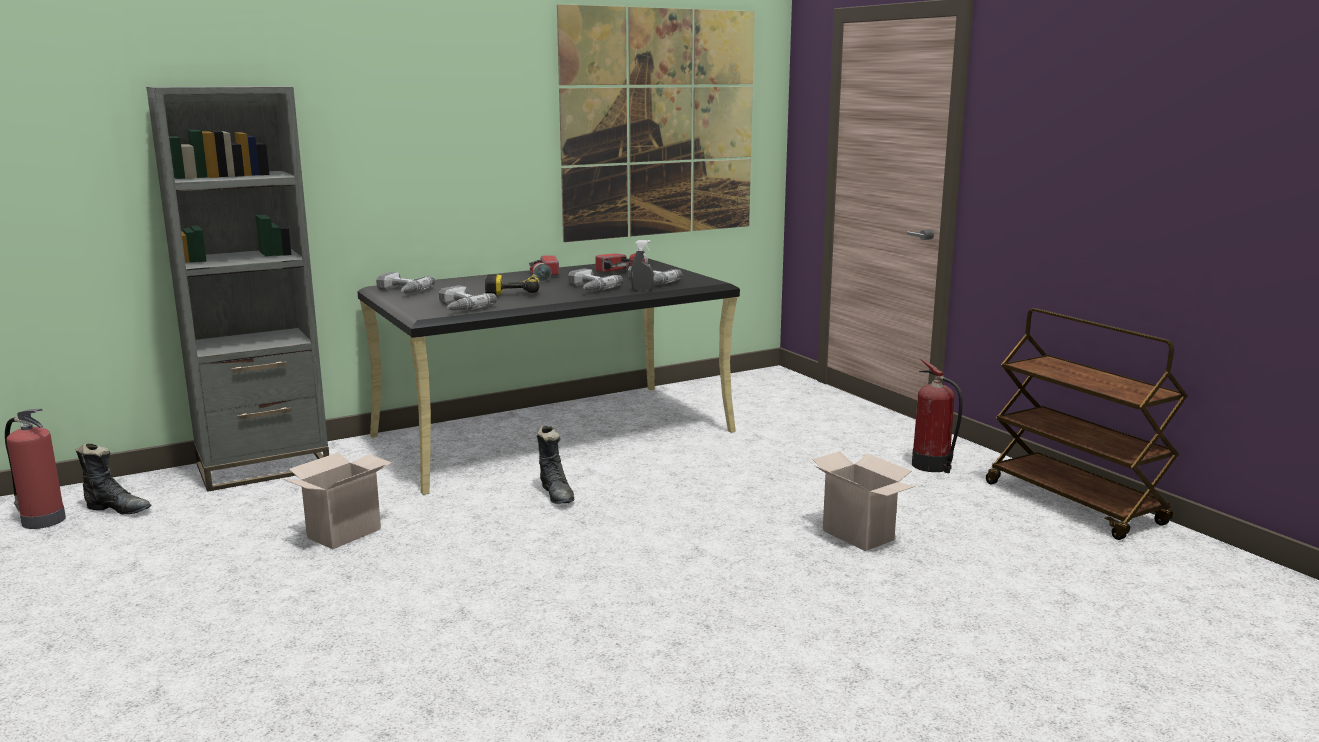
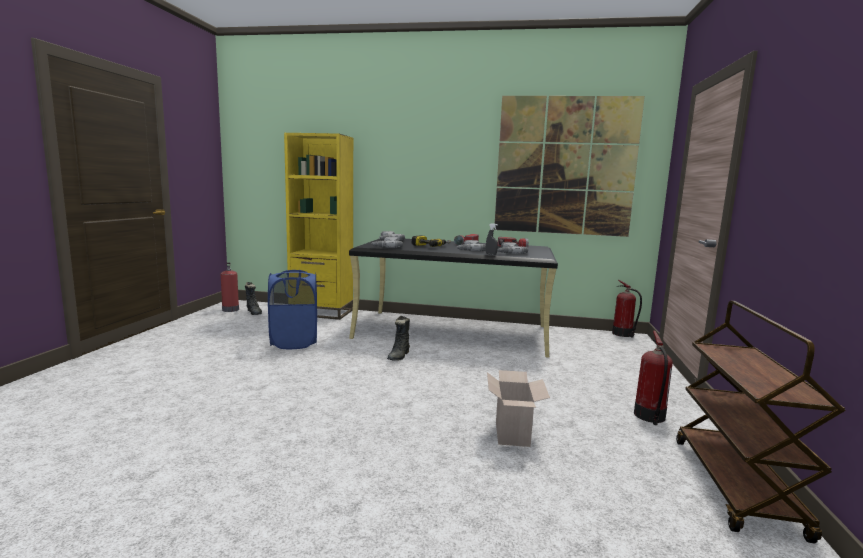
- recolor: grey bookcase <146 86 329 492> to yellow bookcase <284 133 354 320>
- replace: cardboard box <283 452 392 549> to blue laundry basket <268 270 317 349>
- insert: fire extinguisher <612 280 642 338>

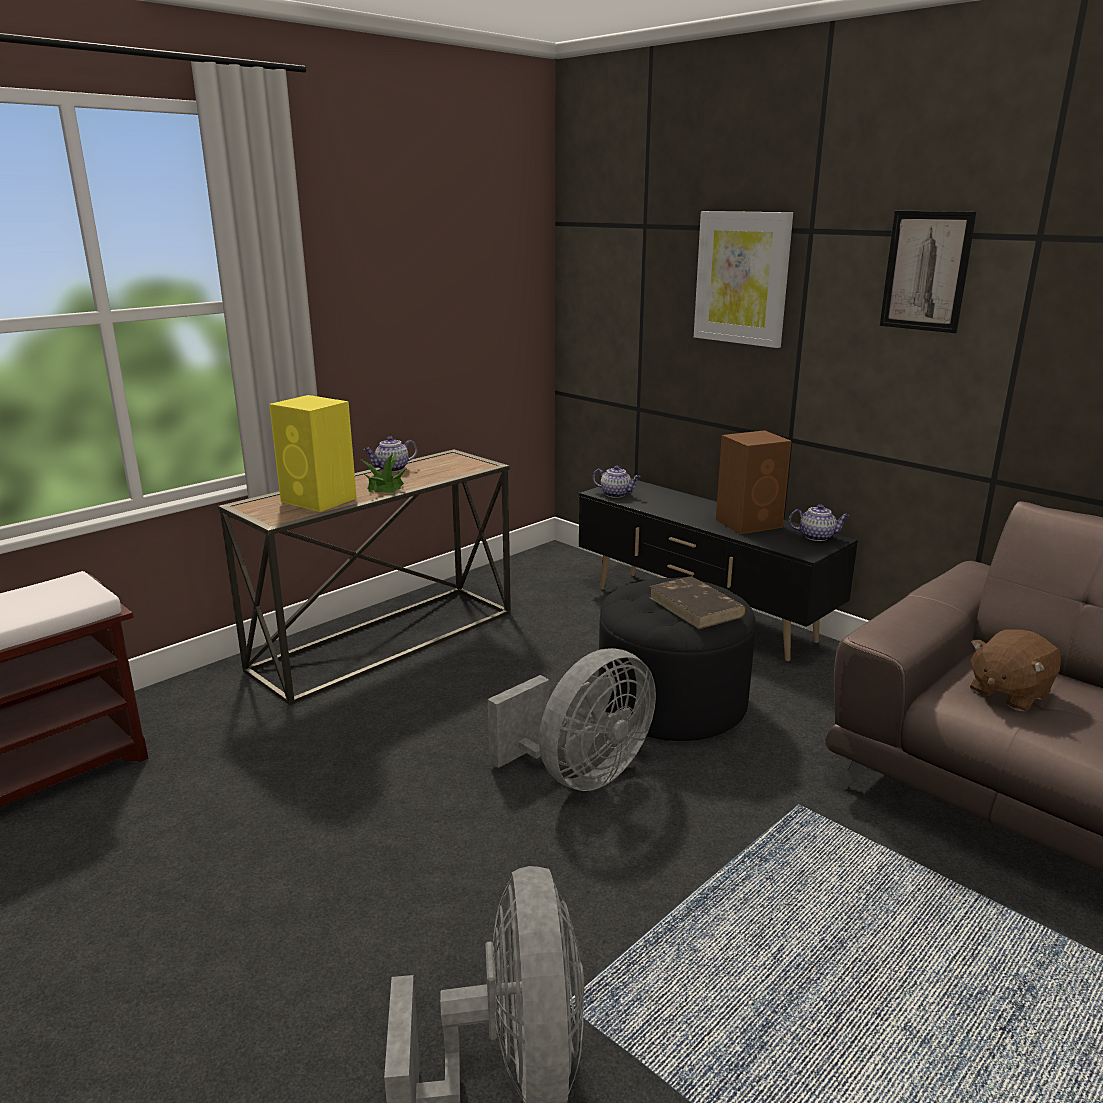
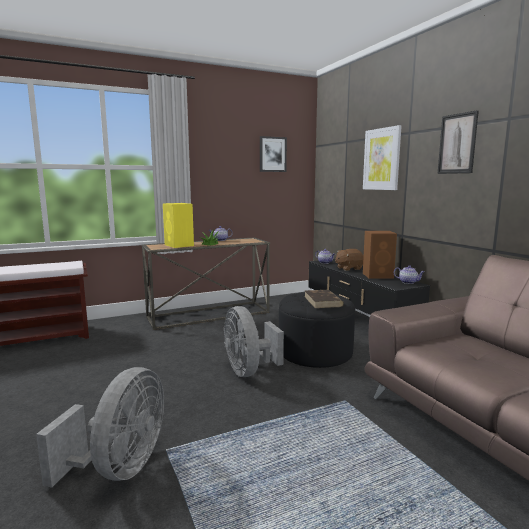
- move: brown plush toy <970 630 1061 711> to <335 249 364 271>
- rotate: grey fan <488 648 656 791> = <224 306 284 377> 90 degrees clockwise
- insert: picture <260 136 287 172>

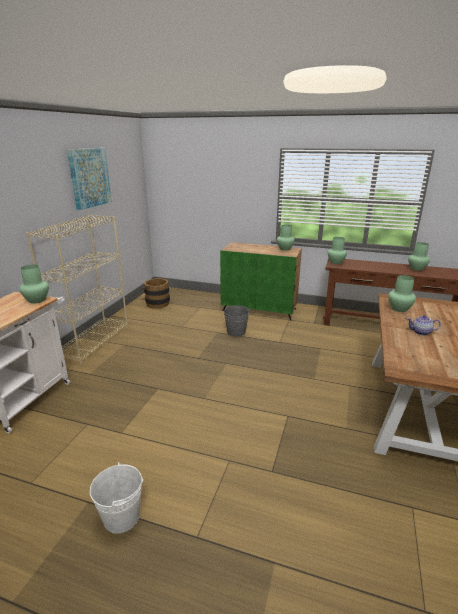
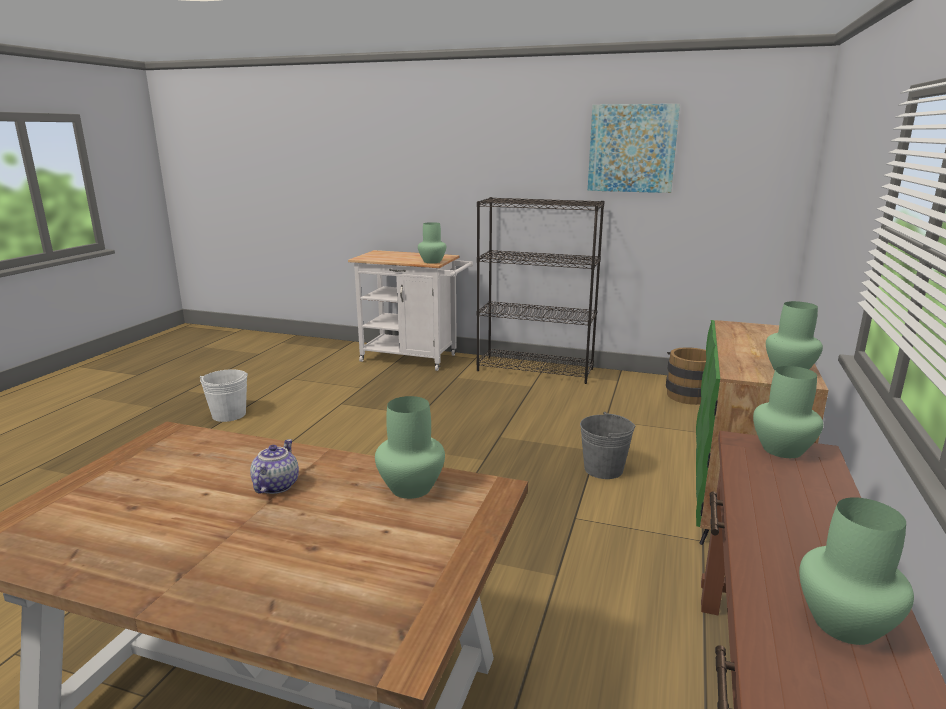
- recolor: beige bookcase <26 215 128 365> to black bookcase <476 197 604 384>

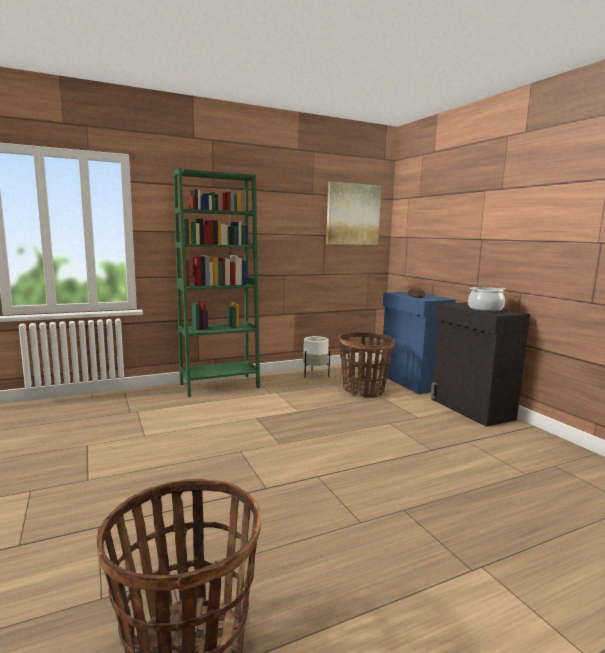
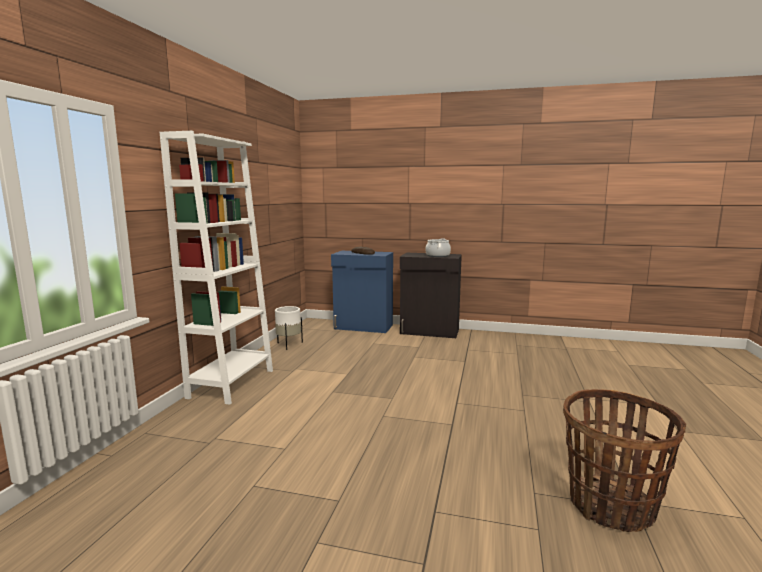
- recolor: green bookcase <173 168 260 397> to white bookcase <160 131 273 405>
- delete: picture <326 181 381 245>
- delete: basket <339 332 395 397>

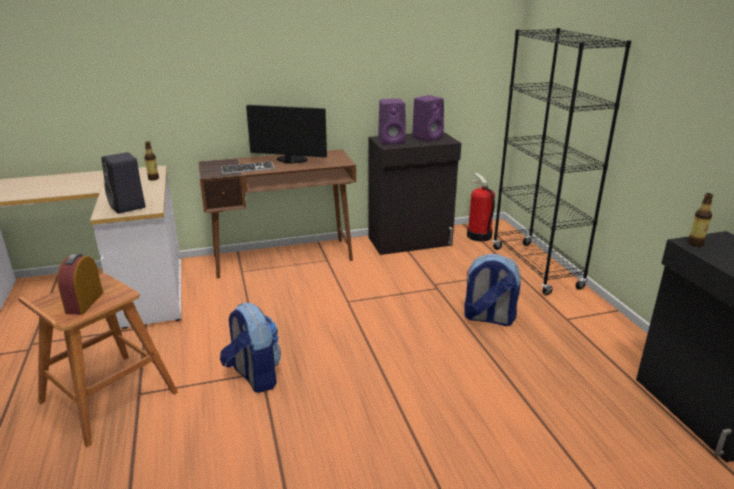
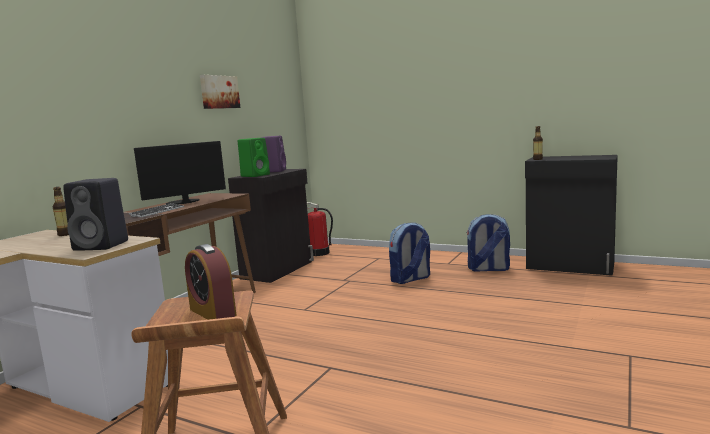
- delete: black bookcase <492 28 631 295>
- recolor: purple speaker <378 99 406 145> to green speaker <238 138 270 177>
- move: backpack <220 303 281 393> to <467 214 510 272>
- insert: picture <200 75 240 109>

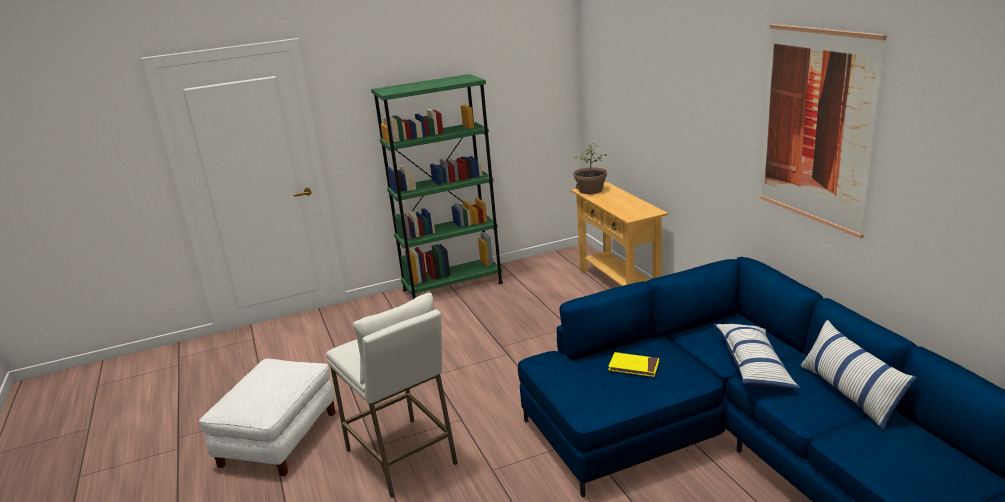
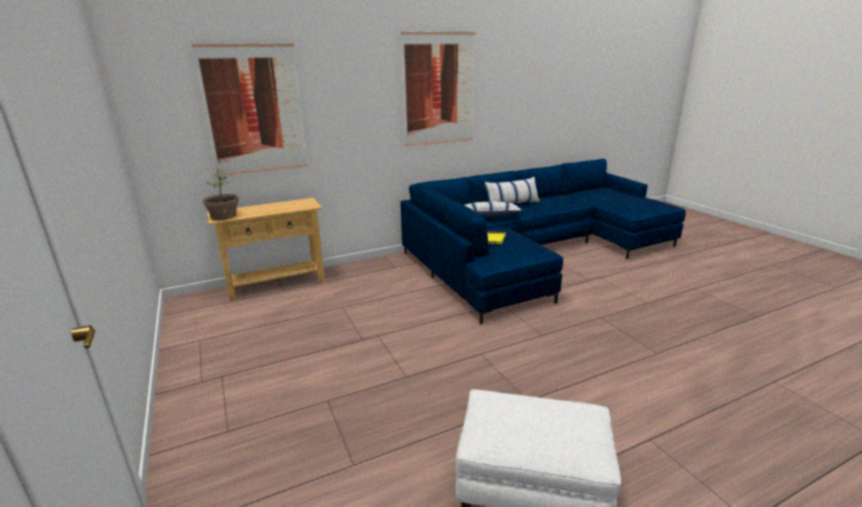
- delete: green bookcase <371 74 503 299>
- delete: white stool <326 293 458 498>
- insert: picture <192 43 308 176>

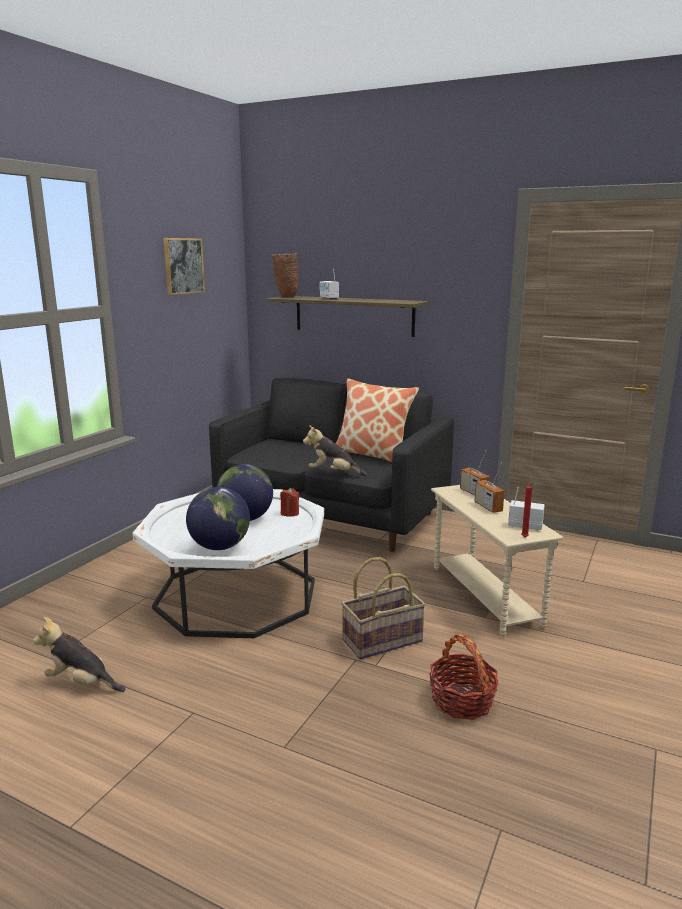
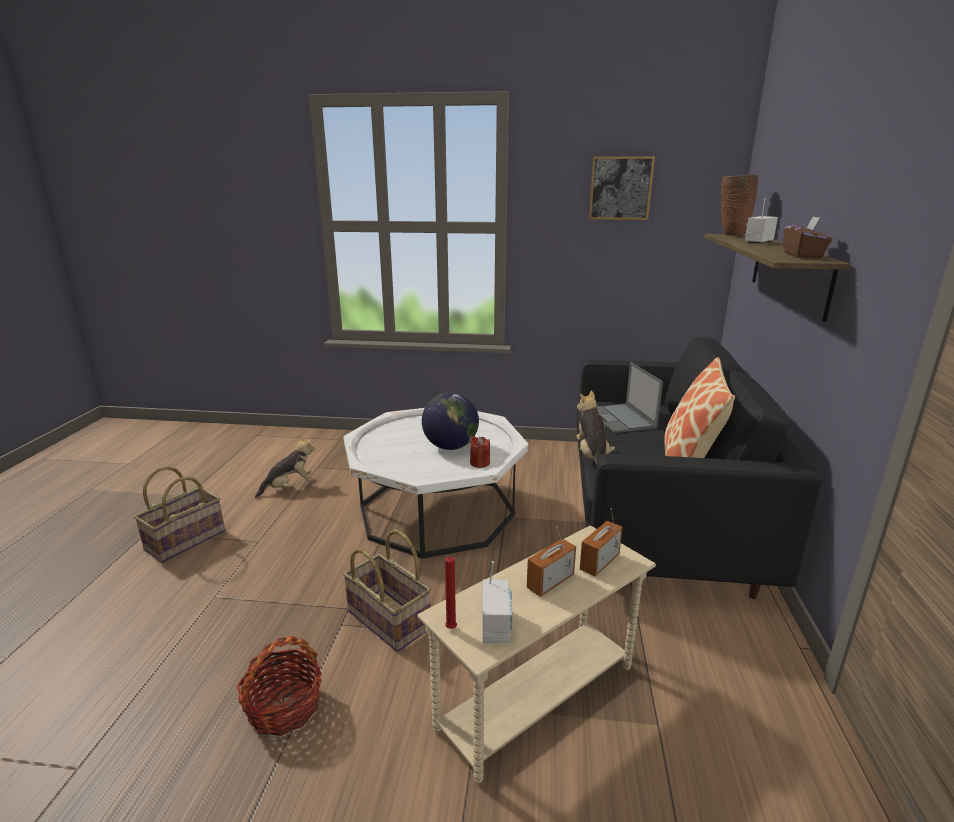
- delete: globe <186 487 250 550>
- rotate: plush toy <33 617 125 692> = <255 436 314 498> 60 degrees clockwise
- insert: brown tissue box <783 216 832 258>
- insert: laptop <597 362 663 433>
- insert: basket <134 466 225 563>

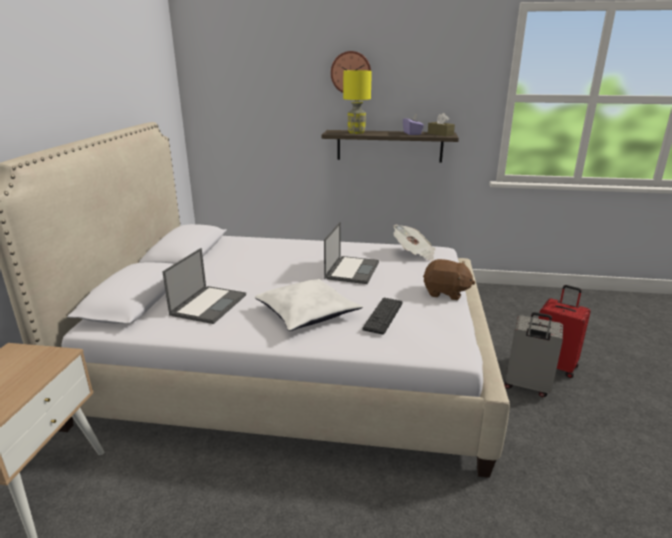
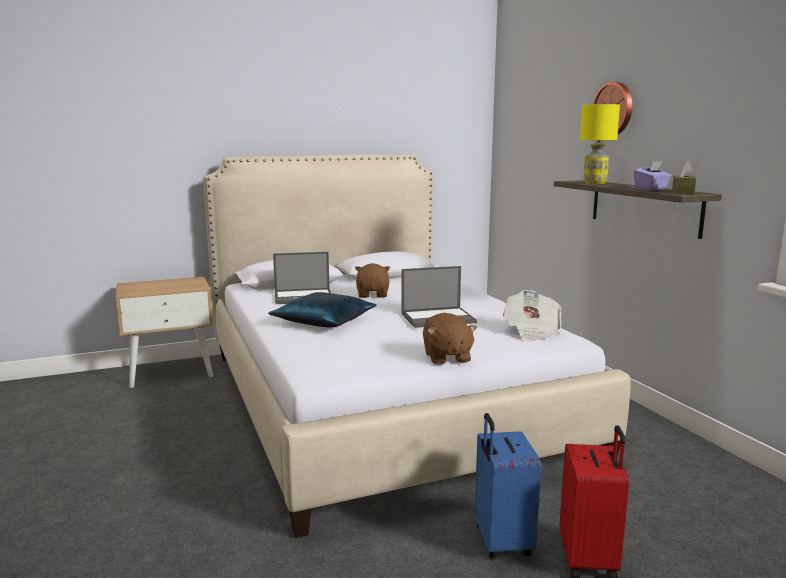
- recolor: white pillow <255 279 363 331> to blue pillow <268 292 376 328>
- delete: keyboard <363 298 403 335>
- recolor: grey suitcase <504 312 563 397> to blue suitcase <475 413 541 558>
- insert: brown plush toy <355 263 390 298>

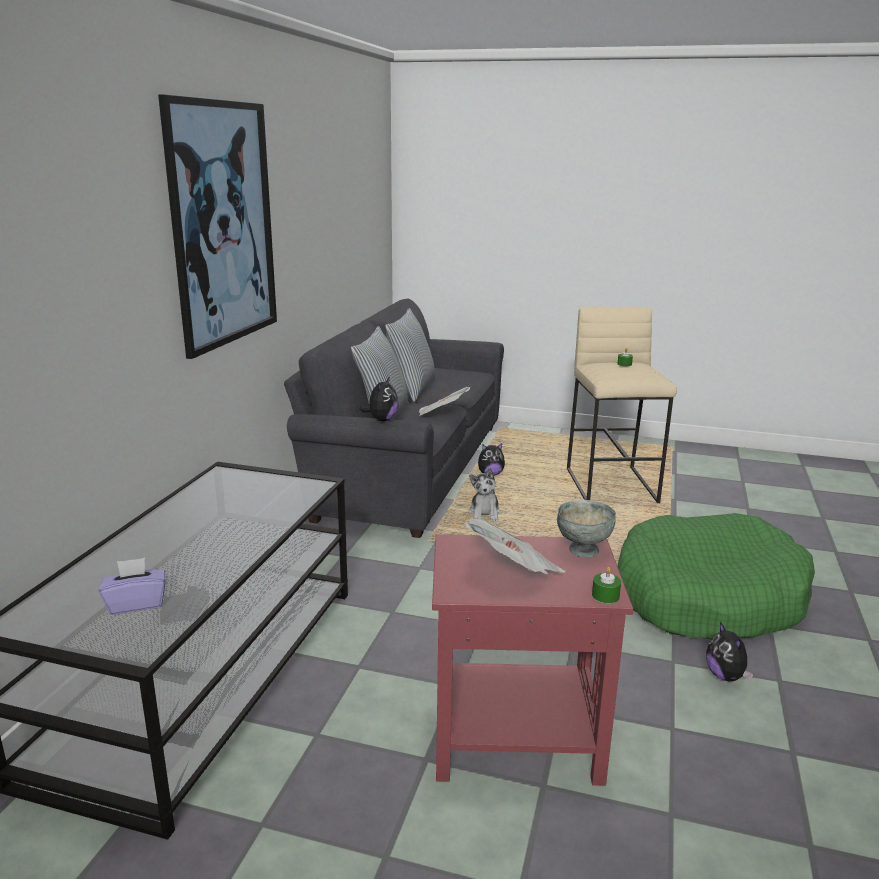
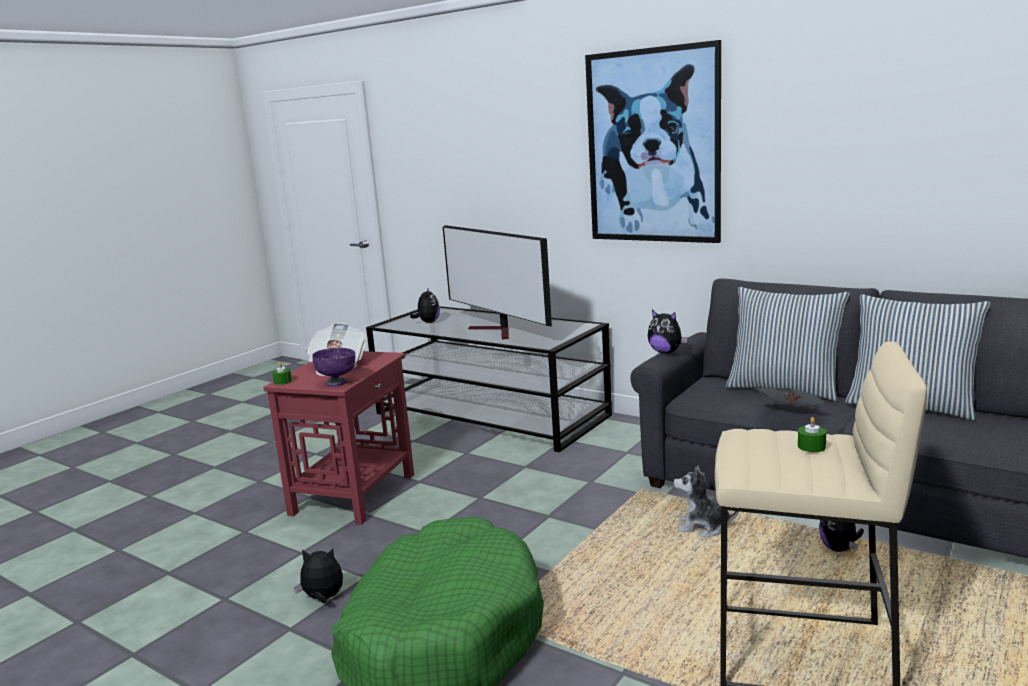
- recolor: grey bowl <557 500 616 557> to purple bowl <312 348 355 387>
- replace: purple tissue box <99 558 166 615> to plush toy <410 287 440 323>
- insert: television <443 225 552 339>

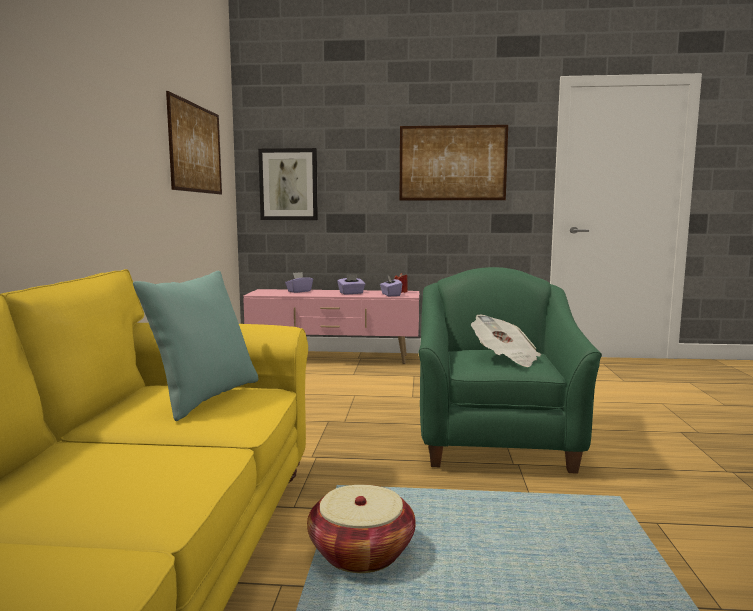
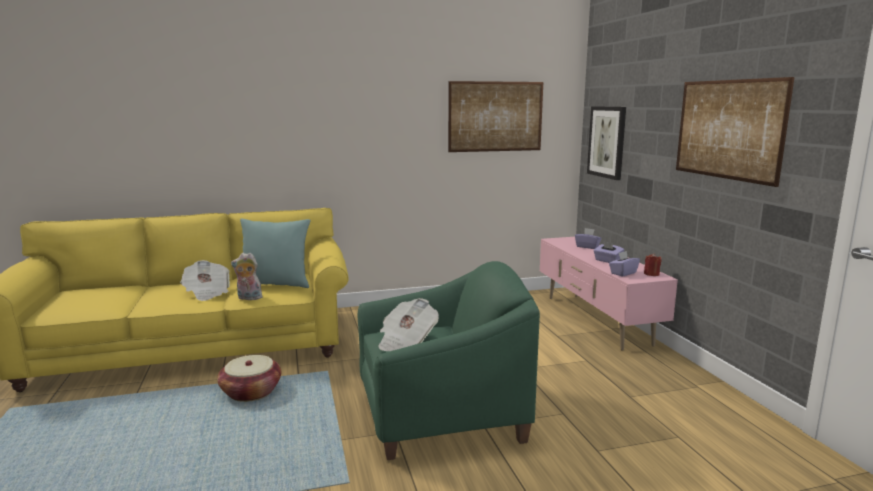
- insert: plush toy <231 253 263 300>
- insert: newspaper <181 260 230 301>

